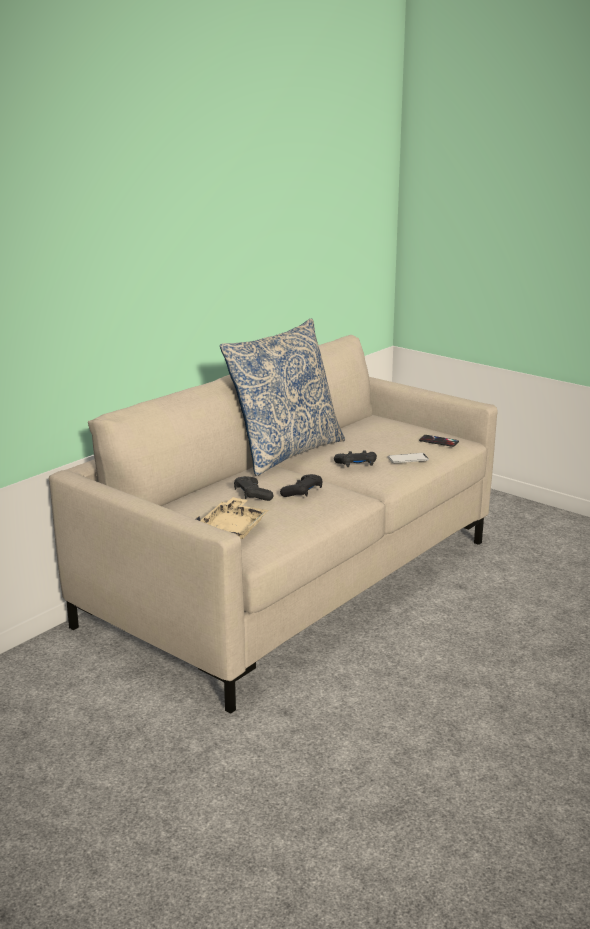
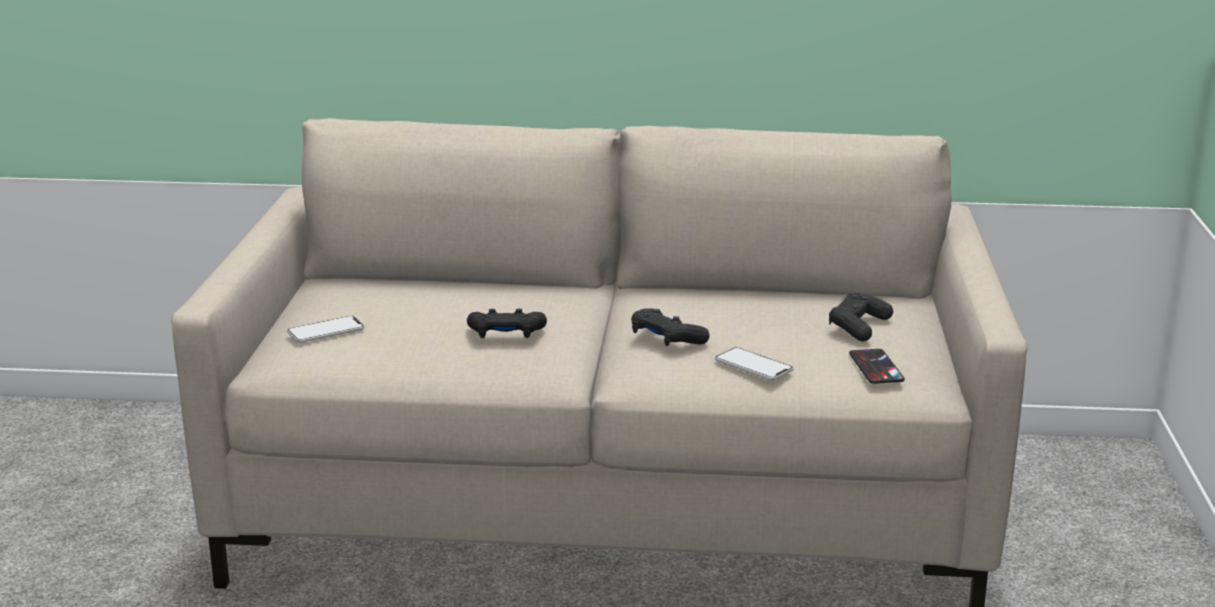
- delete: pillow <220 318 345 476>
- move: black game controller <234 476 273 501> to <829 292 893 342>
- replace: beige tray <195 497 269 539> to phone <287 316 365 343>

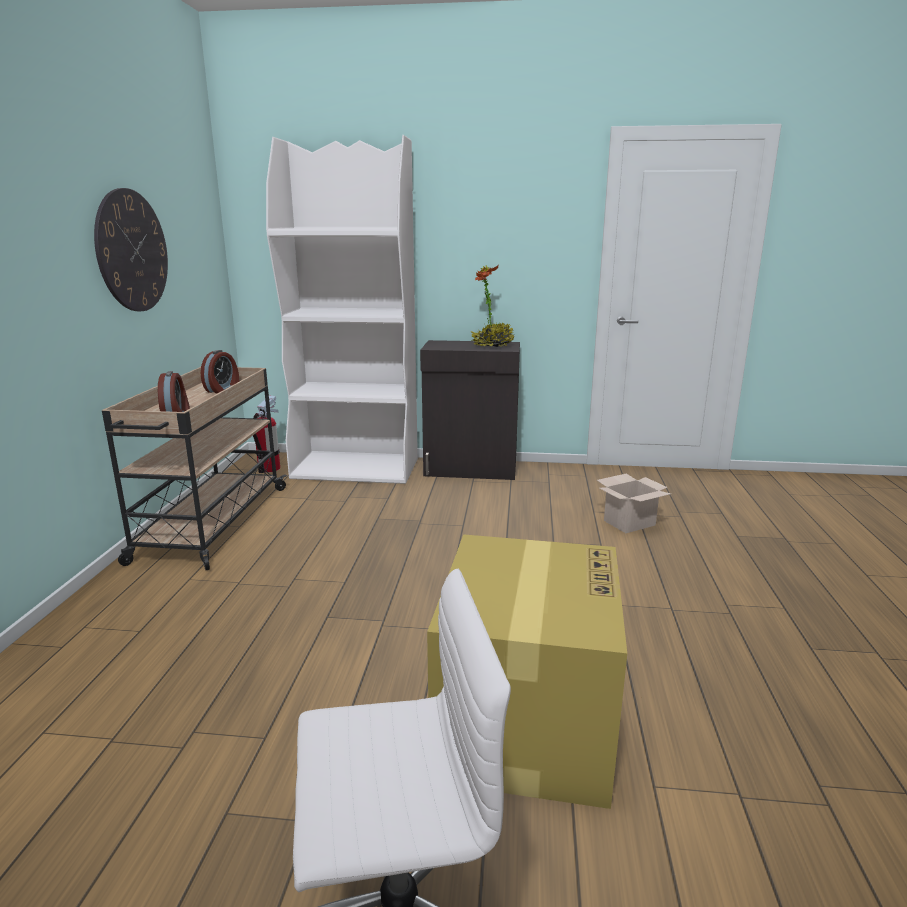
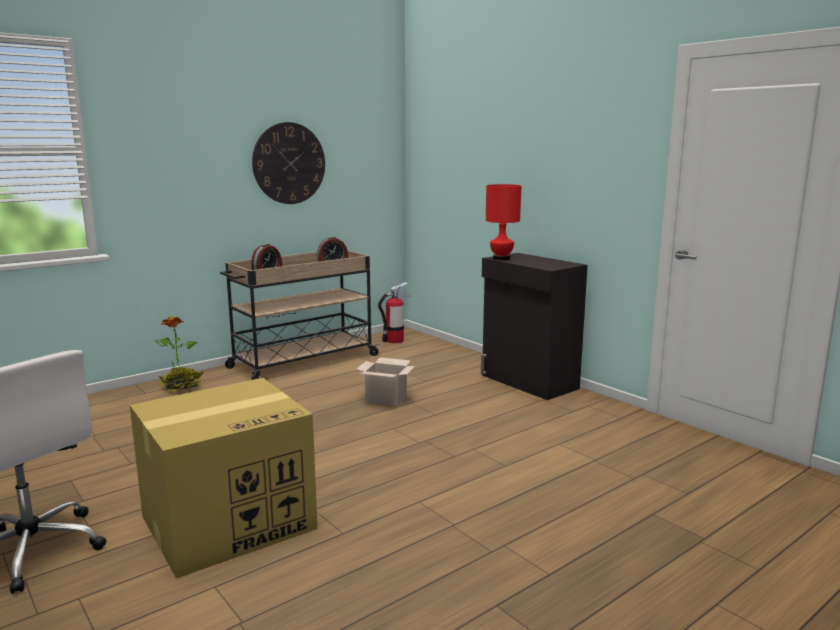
- delete: white bookcase <266 135 418 484>
- move: potted plant <471 265 514 347> to <155 316 204 392>
- move: cardboard box <597 474 671 533> to <356 357 415 406>
- insert: red table lamp <486 184 521 260>

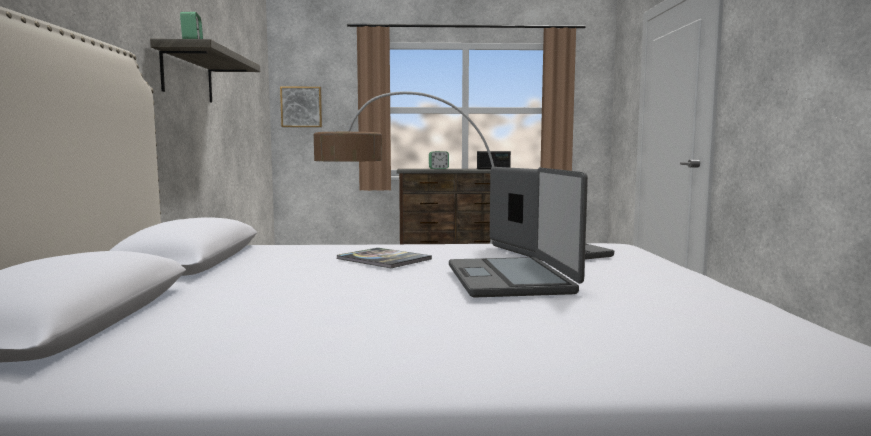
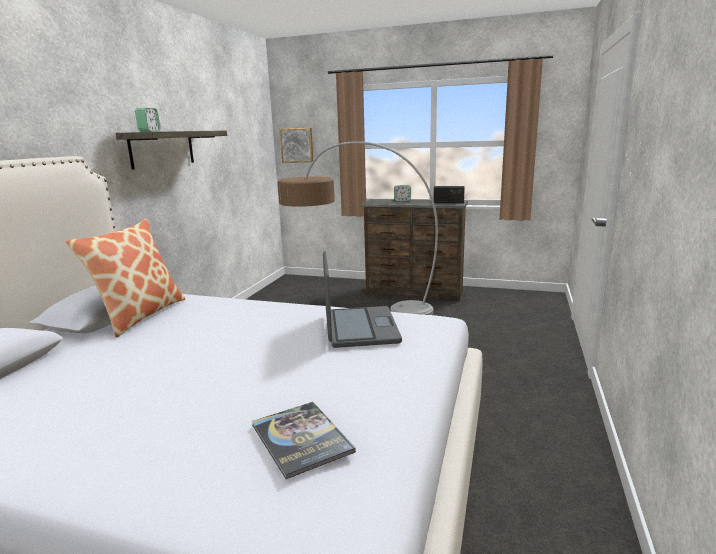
- delete: laptop <449 167 588 298>
- move: book <337 248 432 268> to <252 402 356 479>
- insert: pillow <65 219 185 338>

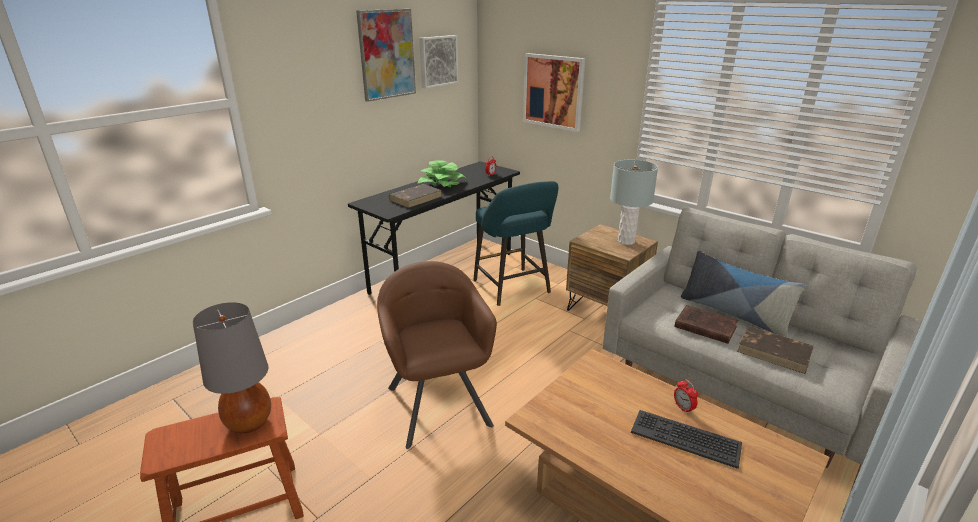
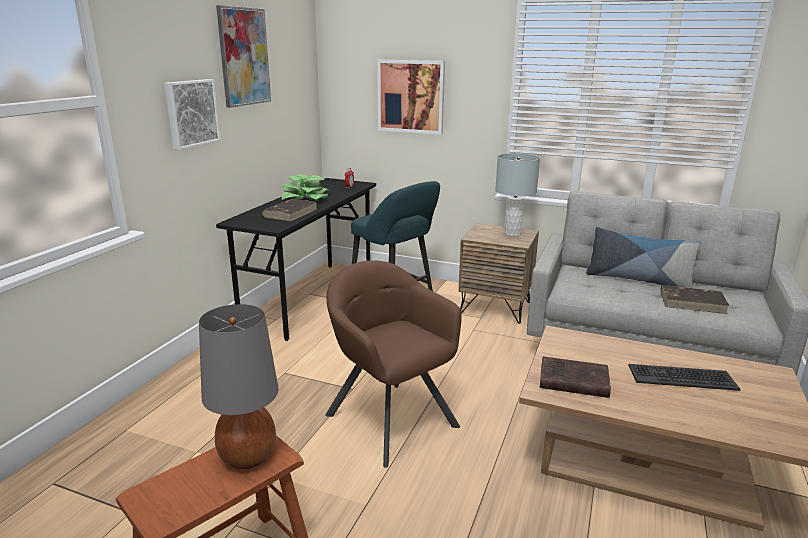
- move: picture <419 35 458 88> to <164 79 221 150>
- move: brown book <674 305 738 344> to <540 356 611 398>
- delete: alarm clock <674 379 698 414>

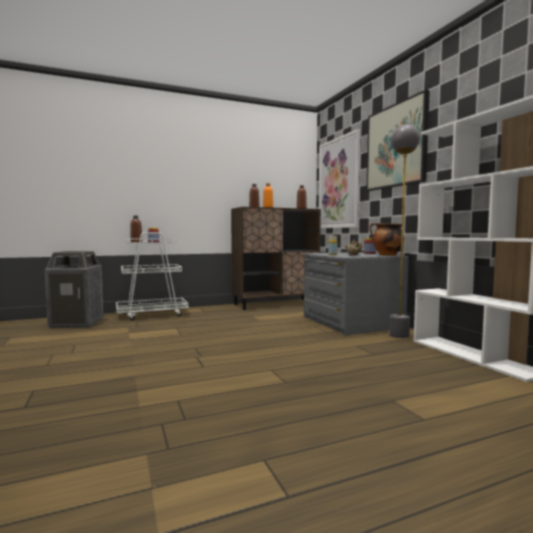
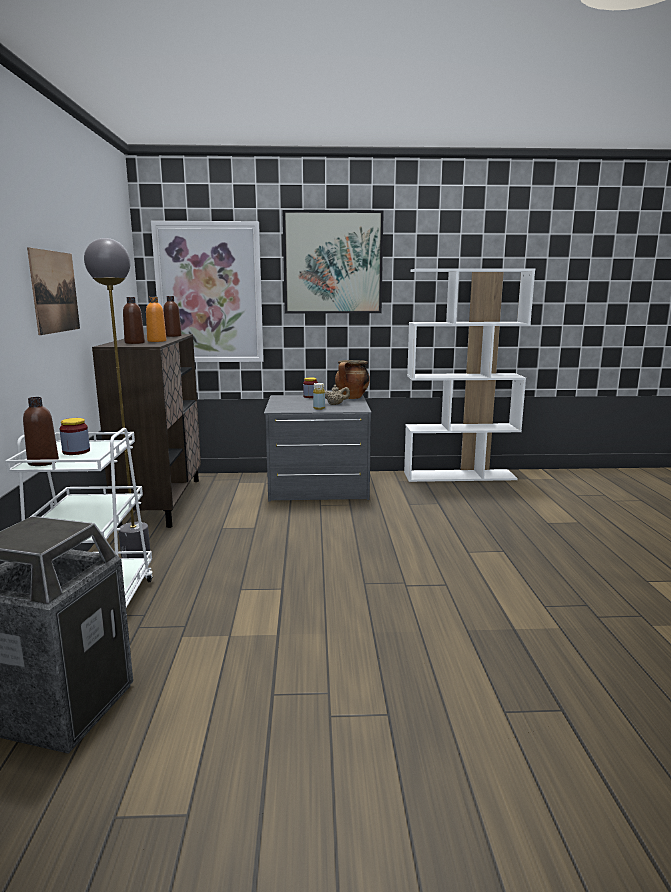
- move: grey floor lamp <389 124 420 338> to <84 238 150 558>
- insert: picture <27 247 80 335>

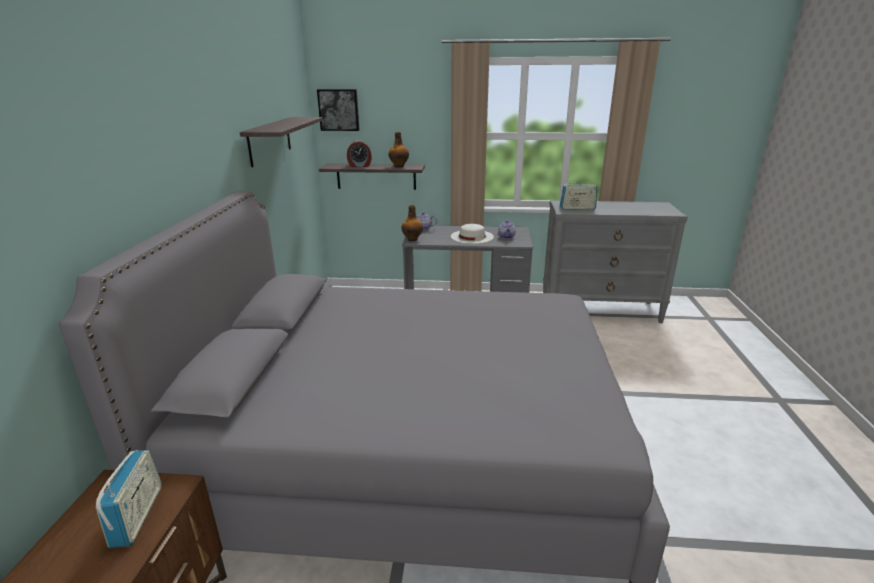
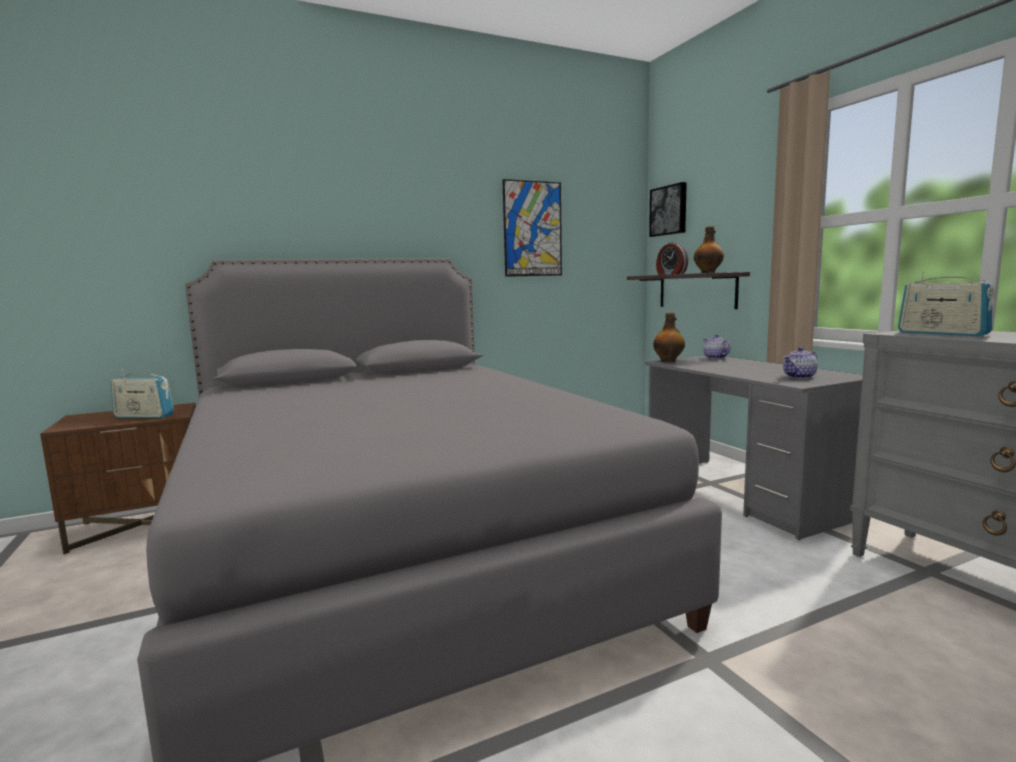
- replace: shelf <240 117 323 167> to picture <502 179 562 277>
- delete: white hat <451 224 494 244>
- rotate: radio <96 450 161 548> = <111 369 174 418> 45 degrees clockwise

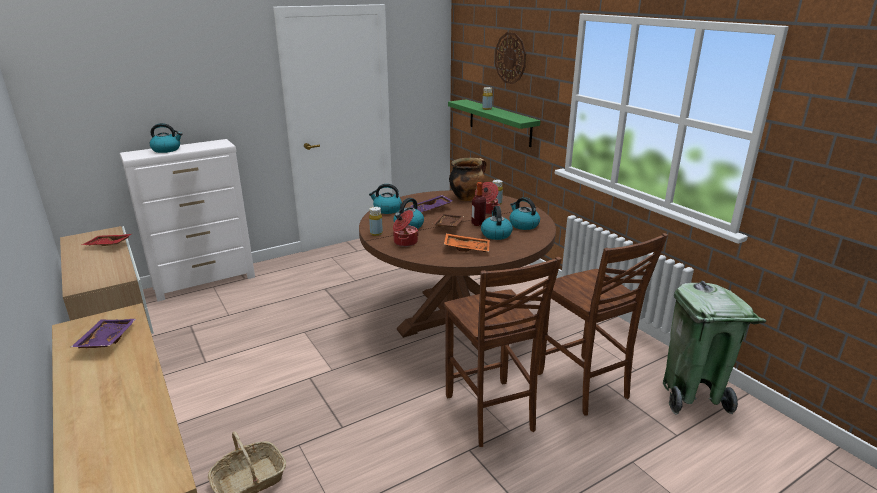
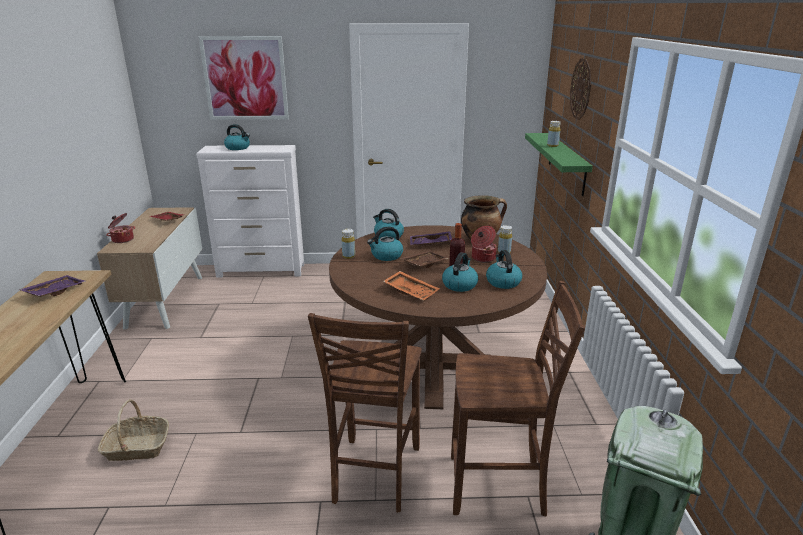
- move: cooking pot <393 210 418 247> to <106 213 135 243>
- rotate: brown chair <538 233 668 416> = <451 281 585 516> 90 degrees counterclockwise
- insert: picture <199 36 289 120>

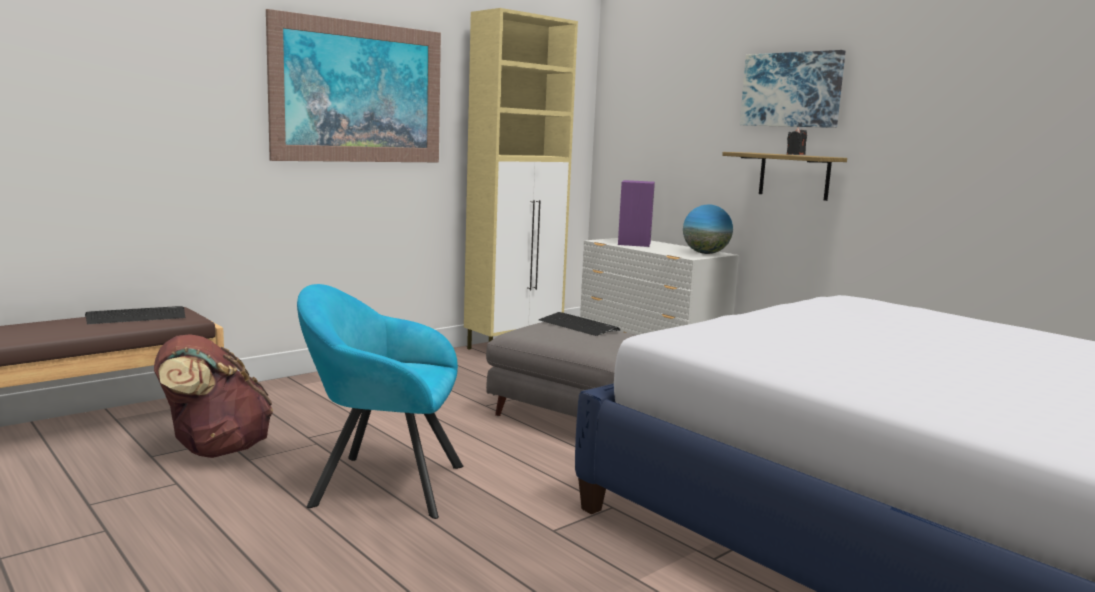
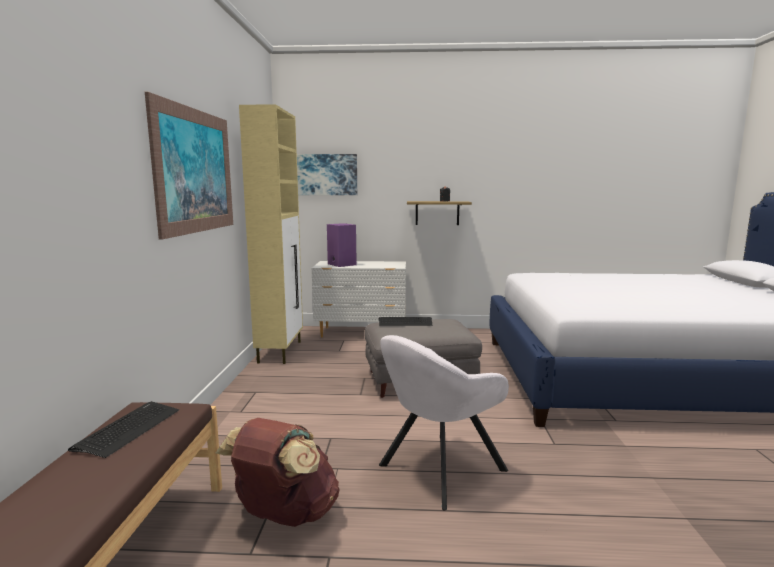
- move: picture <740 50 846 128> to <297 154 357 195>
- delete: globe <683 205 733 254>
- recolor: turquoise armchair <297 284 463 519> to white armchair <379 335 509 511>

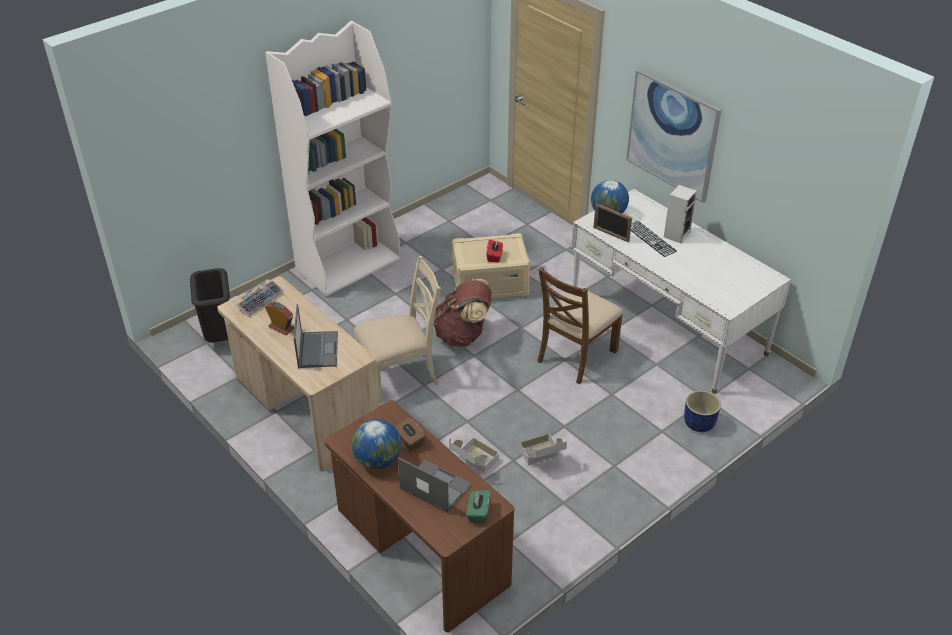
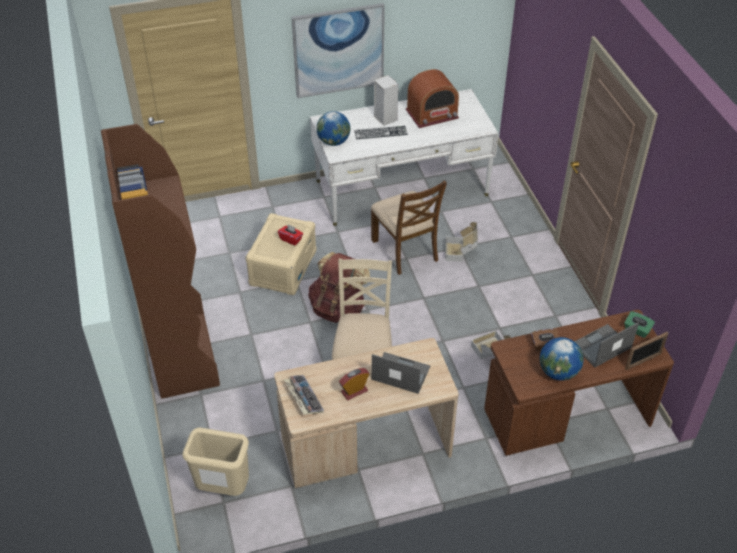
- recolor: white bookcase <265 21 400 296> to brown bookcase <101 124 220 399>
- move: picture frame <593 203 632 243> to <625 332 668 370>
- recolor: black trash can <190 268 230 343> to beige trash can <182 427 249 496>
- delete: blue planter <684 391 721 432>
- move: cardboard box <519 434 567 465> to <445 222 478 262>
- insert: radio <406 69 459 128>

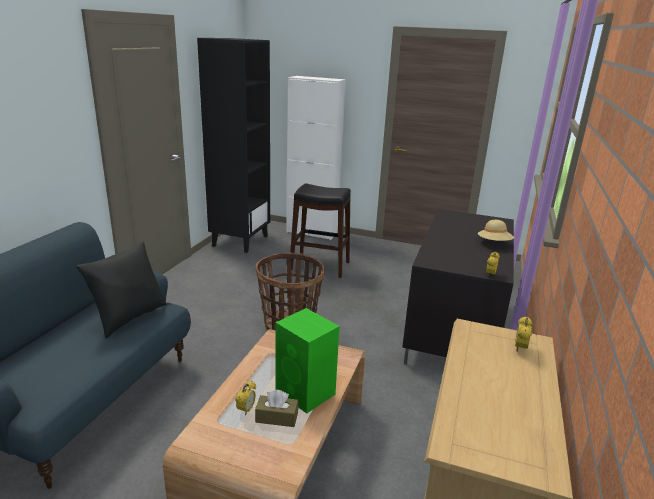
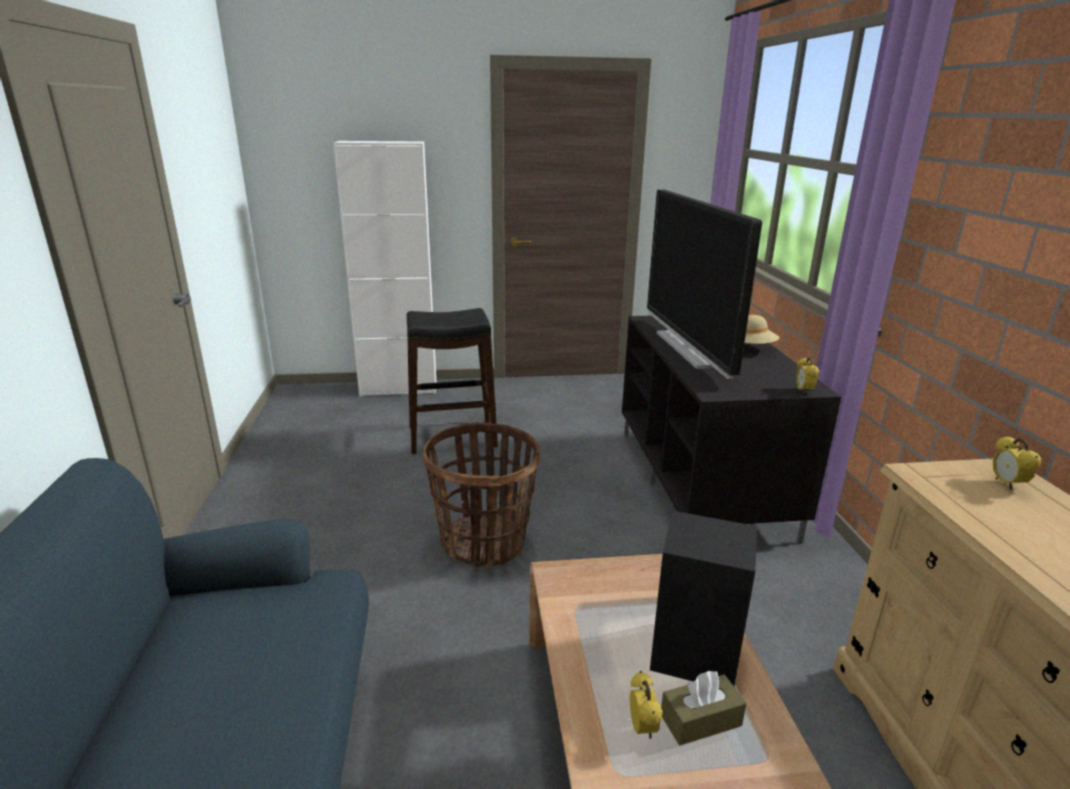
- delete: black bookcase <197 38 270 253>
- delete: black pillow <76 241 167 338>
- recolor: green speaker <276 308 340 414> to black speaker <650 511 757 686>
- insert: television <647 190 762 379>

